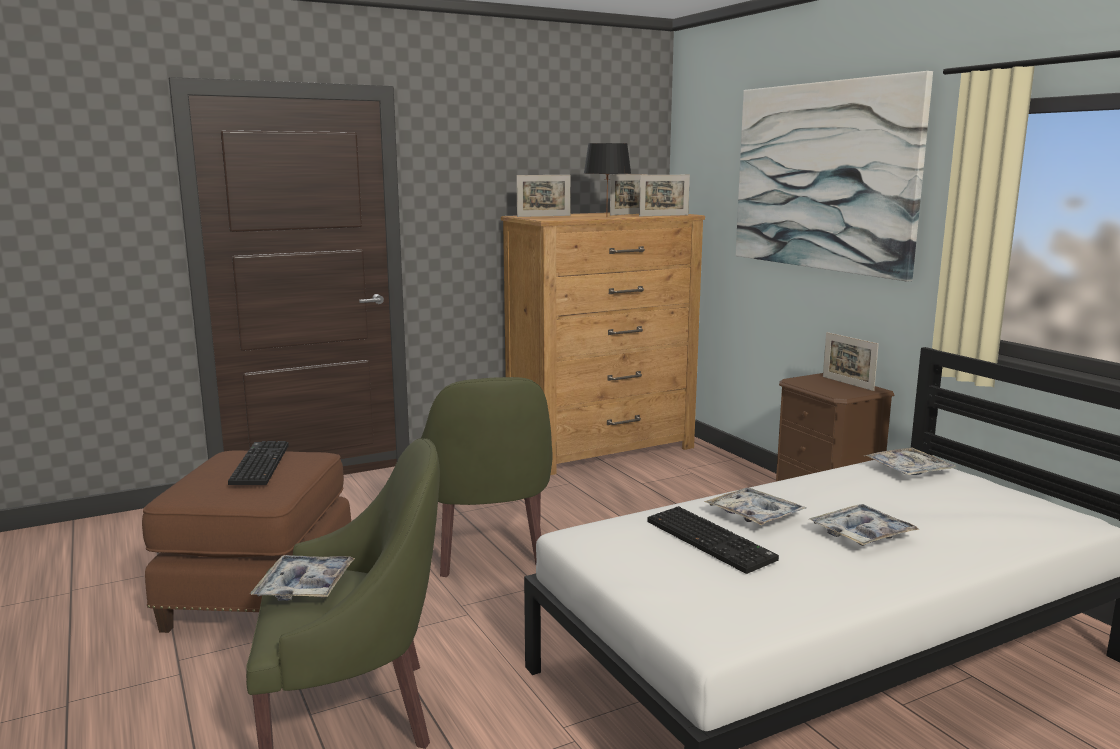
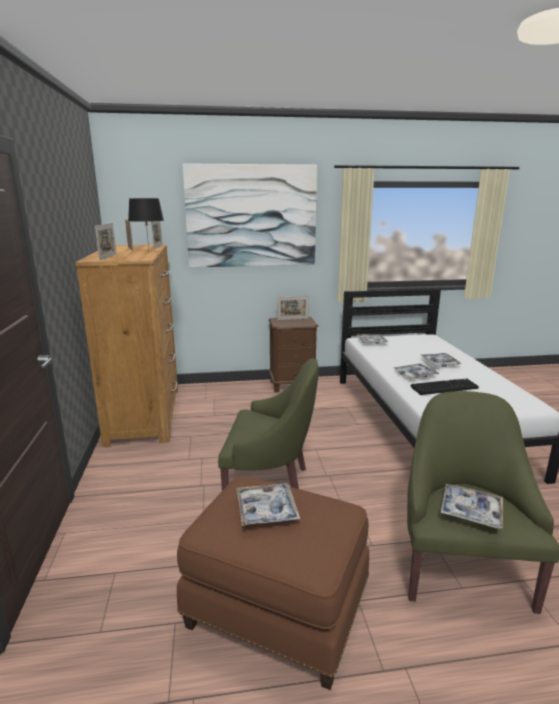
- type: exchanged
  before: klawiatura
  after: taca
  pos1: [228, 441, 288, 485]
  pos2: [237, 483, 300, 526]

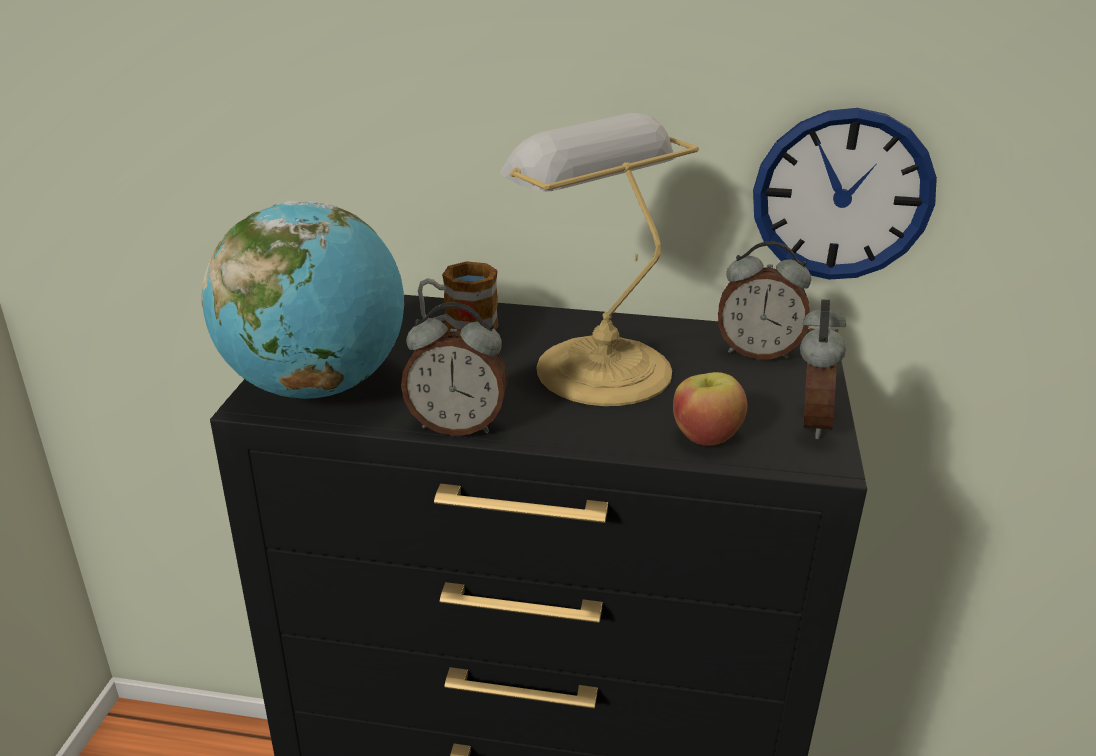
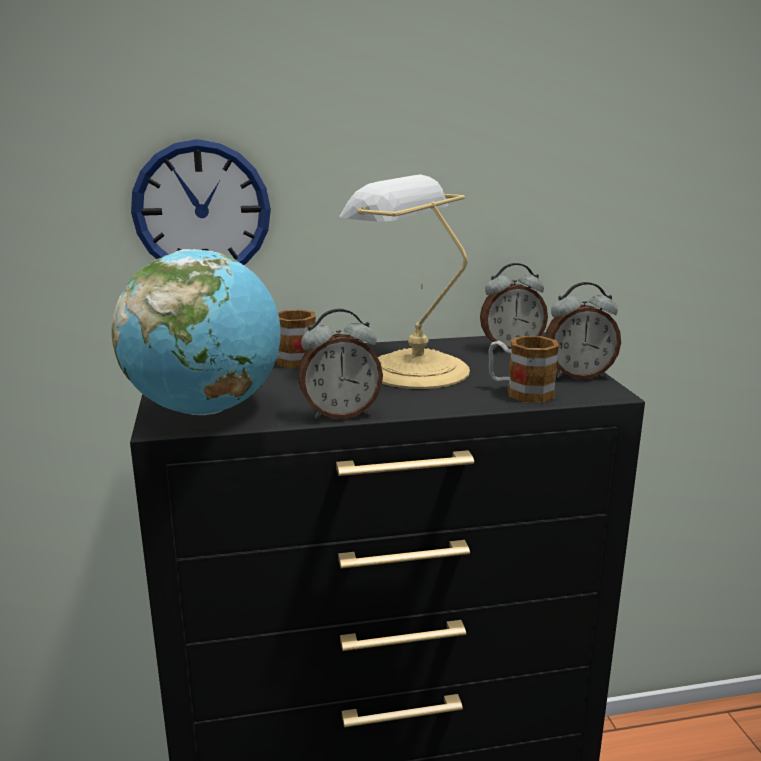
- type: relocated
  before: zegar ścienny
  pos1: [753, 108, 937, 280]
  pos2: [131, 139, 271, 265]
- type: exchanged
  before: jabłko
  after: kubek
  pos1: [673, 372, 747, 446]
  pos2: [488, 336, 559, 403]
- type: spun
  before: budzik
  pos1: [800, 300, 846, 439]
  pos2: [545, 282, 621, 379]
  turn: 90

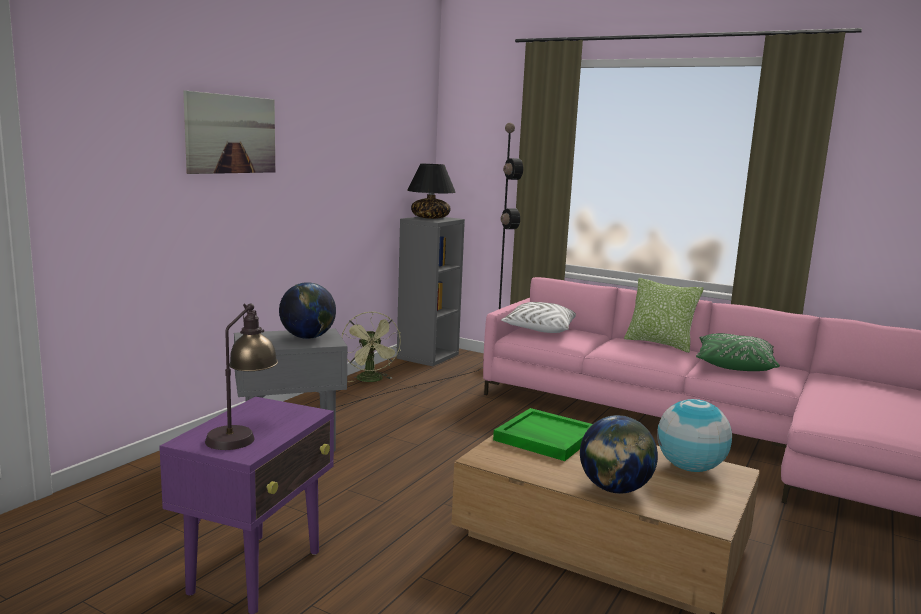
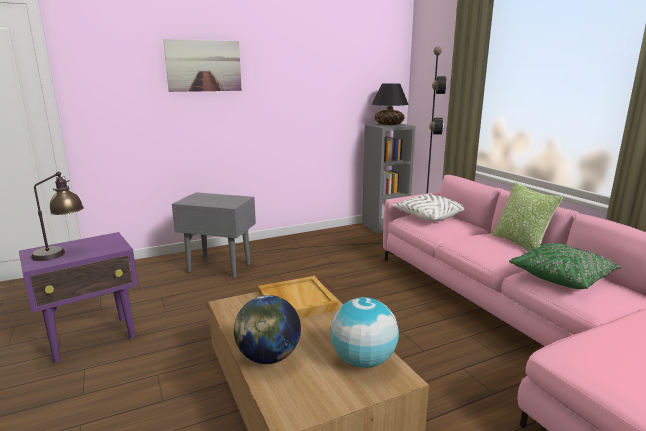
- type: missing
  before: globus
  pos1: [279, 282, 336, 339]
- type: missing
  before: wentylator (zielony)
  pos1: [342, 312, 401, 382]
- type: colour
  before: taca (zielony)
  after: taca (beżowy)
  pos1: [493, 408, 592, 461]
  pos2: [258, 276, 339, 318]

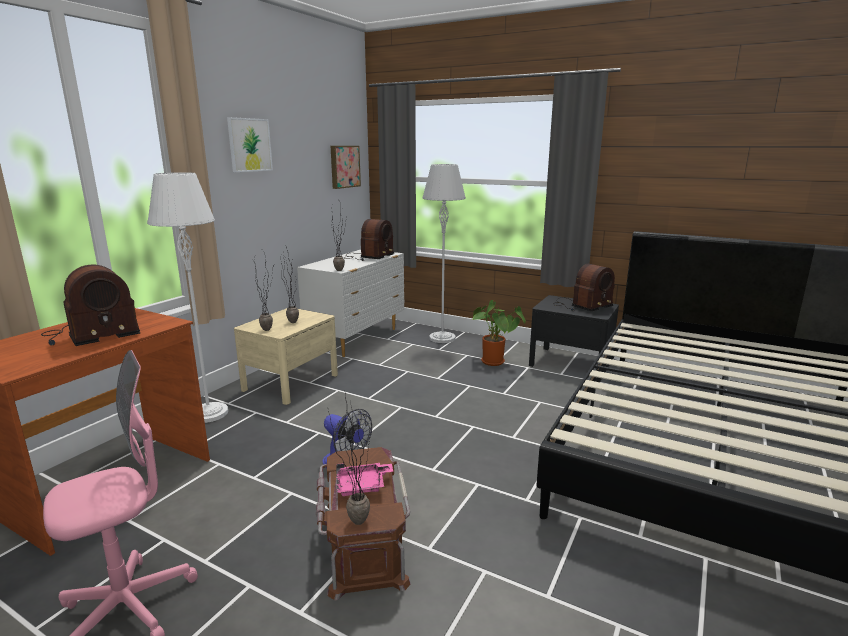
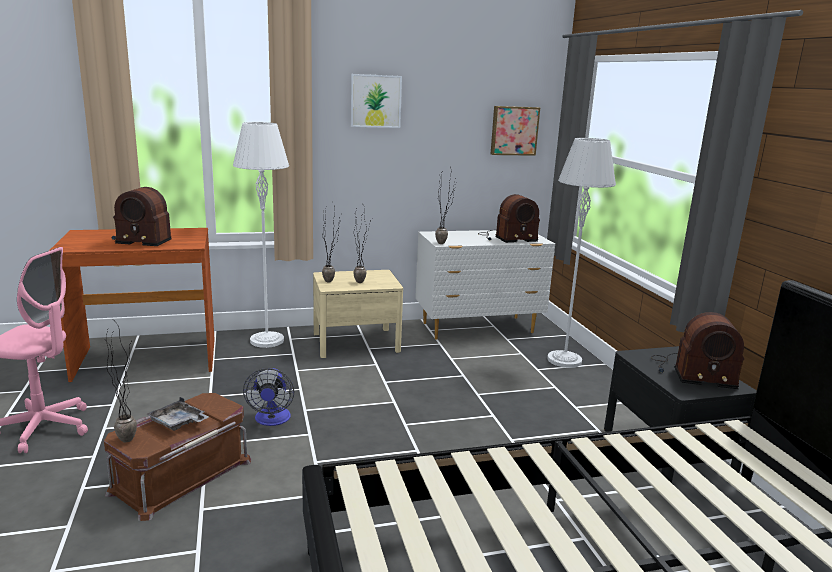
- type: missing
  before: roślina doniczkowa
  pos1: [472, 300, 526, 366]
- type: colour
  before: taca (różowy)
  after: taca (szary)
  pos1: [336, 463, 393, 496]
  pos2: [146, 397, 208, 431]

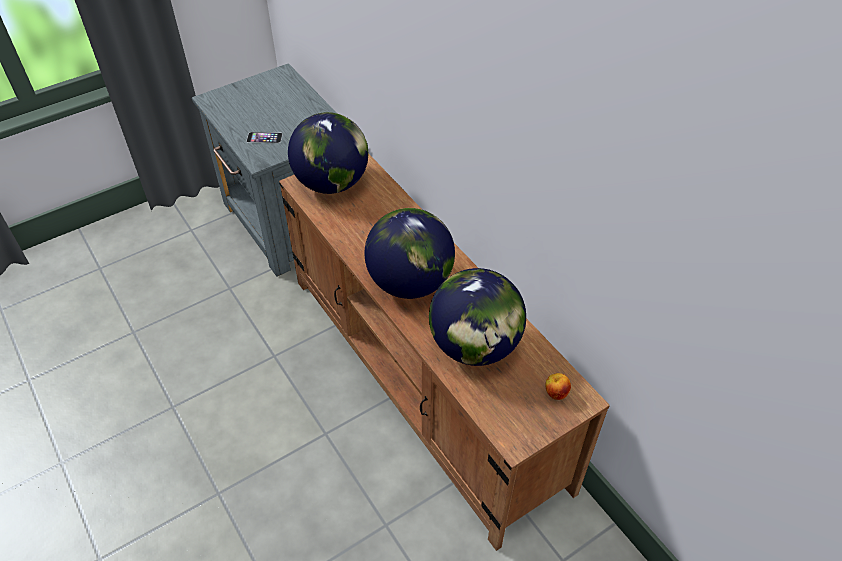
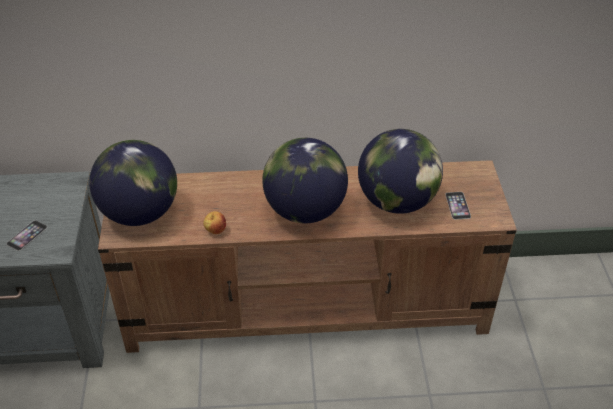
- type: appeared
  after: telefon
  pos2: [445, 192, 471, 220]
- type: relocated
  before: jabłko
  pos1: [546, 373, 571, 400]
  pos2: [203, 211, 226, 234]

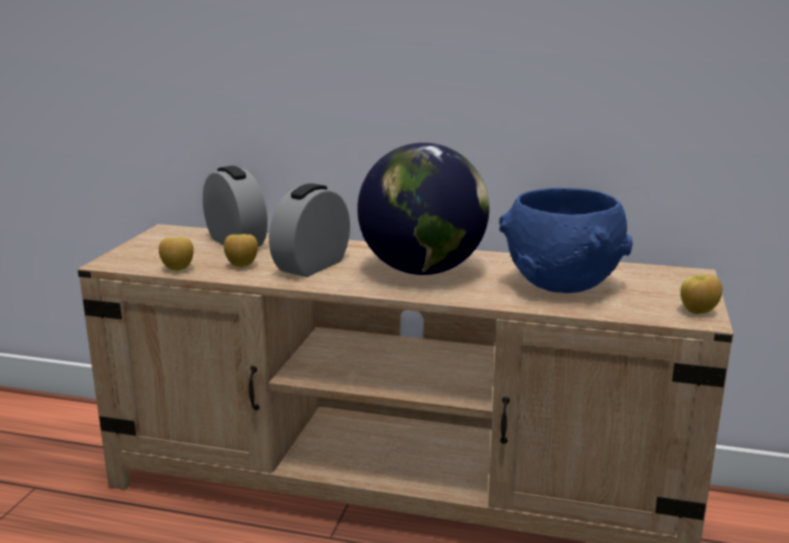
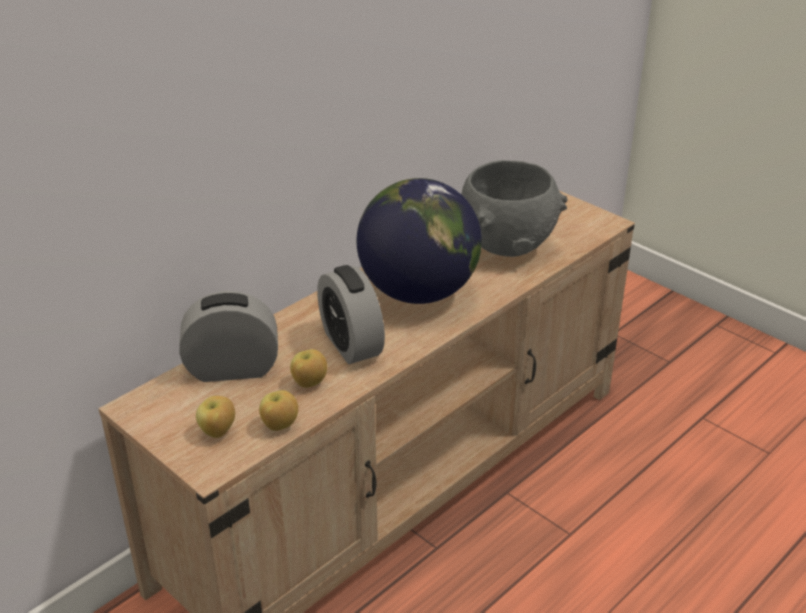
- type: relocated
  before: jabłko
  pos1: [680, 274, 722, 314]
  pos2: [196, 396, 235, 438]
- type: colour
  before: miska (niebieski)
  after: miska (szary)
  pos1: [499, 188, 633, 293]
  pos2: [461, 160, 568, 257]

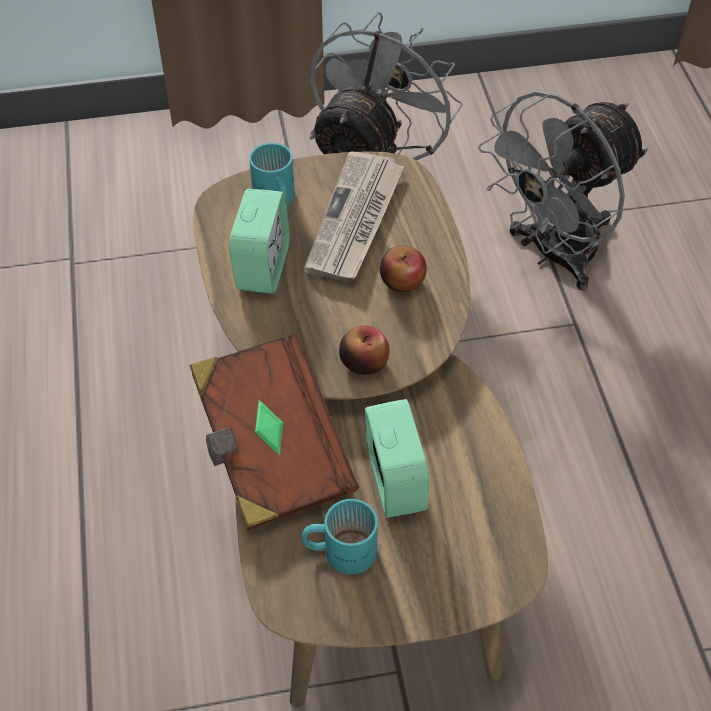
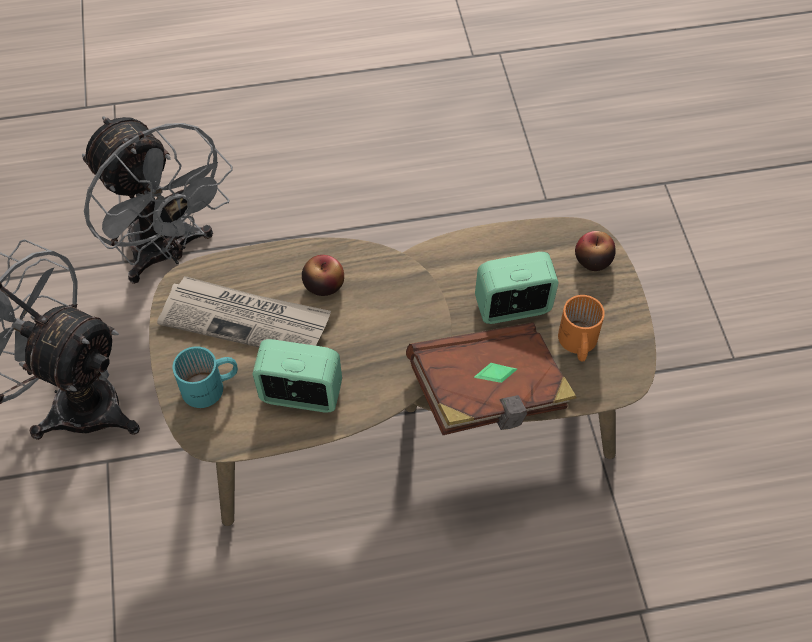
- type: relocated
  before: jabłko
  pos1: [339, 326, 389, 375]
  pos2: [575, 231, 616, 271]
- type: colour
  before: kubek (turkusowy)
  after: kubek (pomarańczowy)
  pos1: [302, 499, 378, 575]
  pos2: [558, 295, 605, 361]

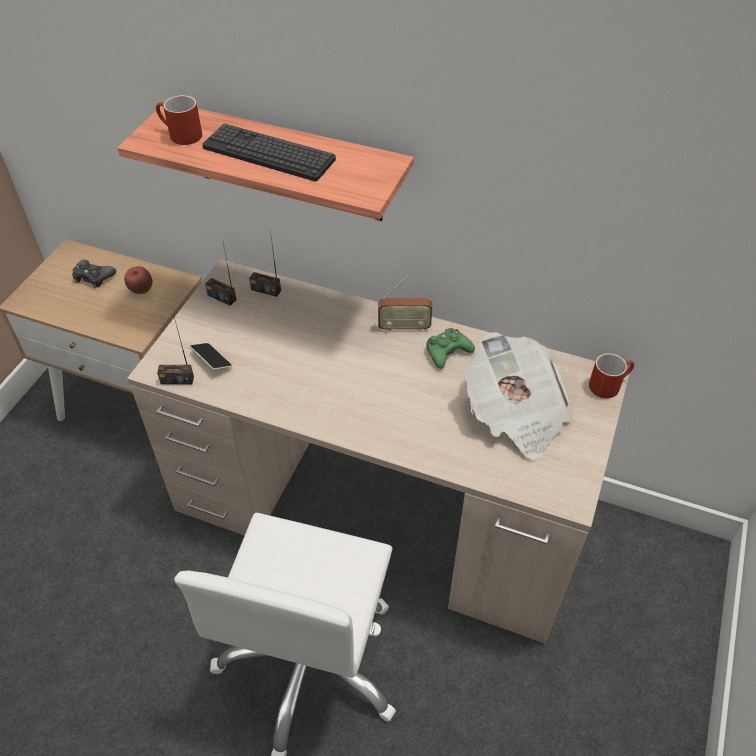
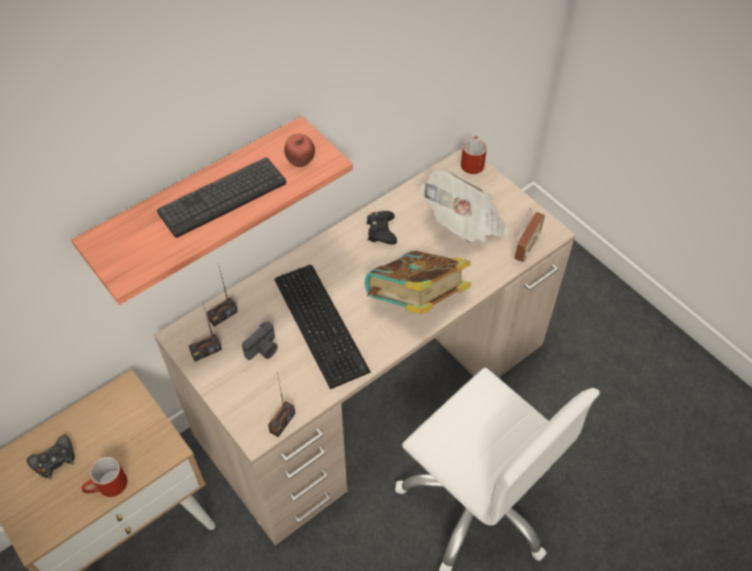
- type: missing
  before: telefon
  pos1: [190, 343, 232, 370]
- type: appeared
  after: aparat fotograficzny
  pos2: [242, 321, 278, 360]
- type: appeared
  after: klawiatura
  pos2: [274, 265, 371, 389]
- type: appeared
  after: książka
  pos2: [364, 250, 471, 315]
- type: relocated
  before: jabłko
  pos1: [124, 266, 153, 294]
  pos2: [284, 134, 315, 167]
- type: relocated
  before: kubek (czerwony)
  pos1: [156, 95, 202, 145]
  pos2: [81, 457, 127, 497]
- type: relocated
  before: radio
  pos1: [378, 276, 432, 332]
  pos2: [515, 208, 545, 262]
- type: colour
  before: pad do gier (zielony)
  after: pad do gier (czarny)
  pos1: [426, 328, 475, 369]
  pos2: [366, 211, 397, 244]

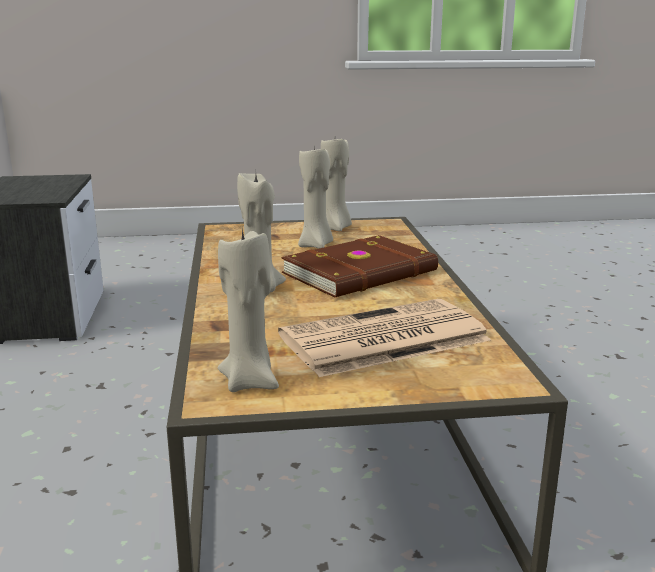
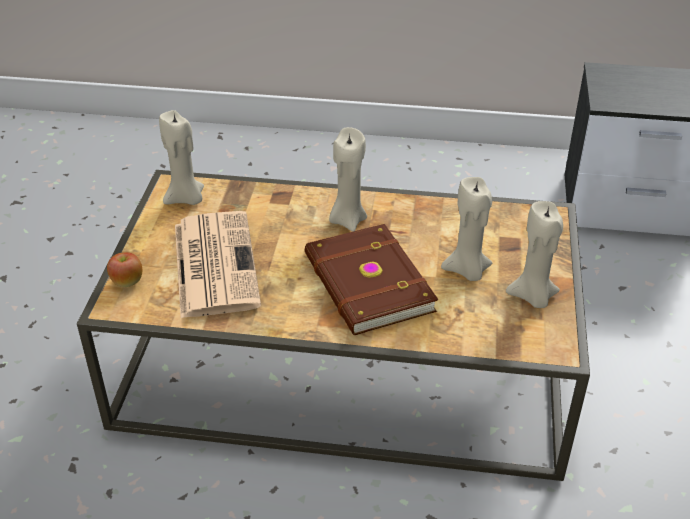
- type: appeared
  after: jabłko
  pos2: [107, 252, 142, 287]

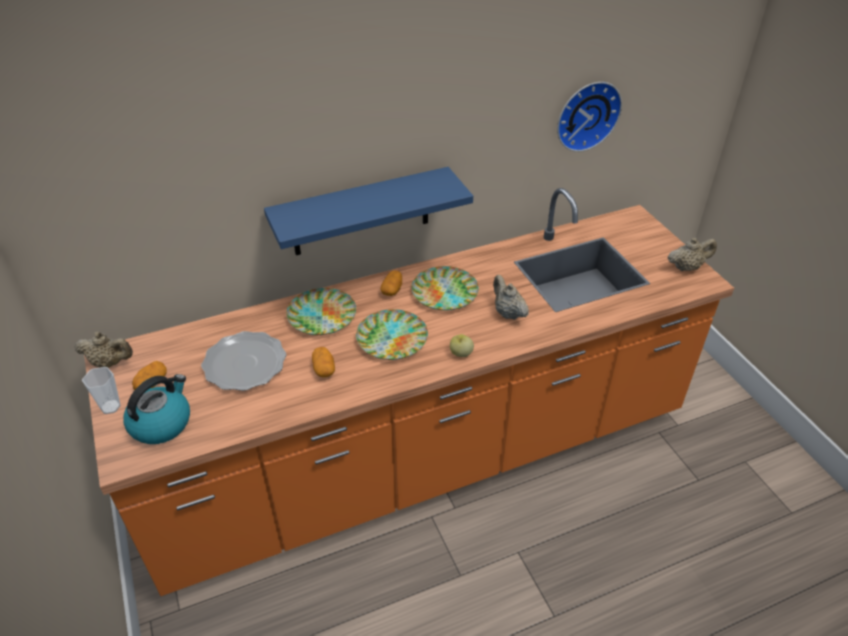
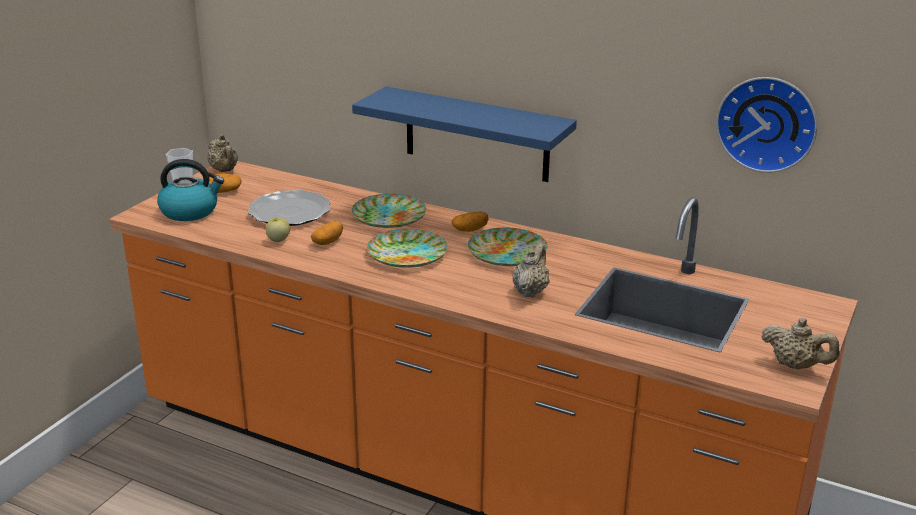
- type: relocated
  before: jabłko
  pos1: [450, 334, 474, 357]
  pos2: [266, 217, 290, 242]

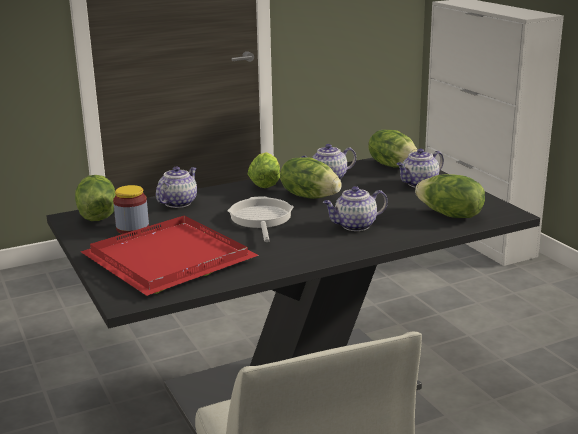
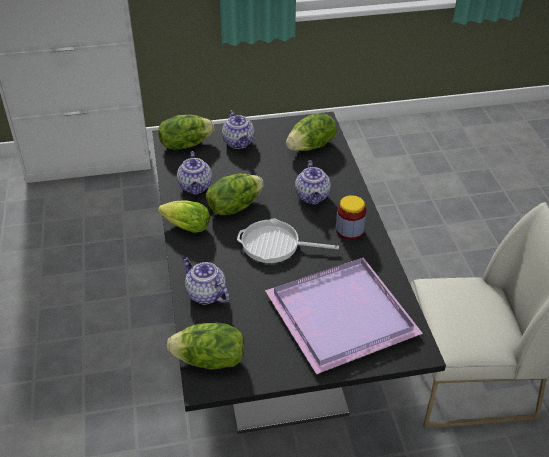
- type: relocated
  before: słoik
  pos1: [113, 185, 149, 235]
  pos2: [336, 195, 366, 240]
- type: colour
  before: taca (czerwony)
  after: taca (fioletowy)
  pos1: [81, 215, 259, 296]
  pos2: [265, 257, 423, 374]

